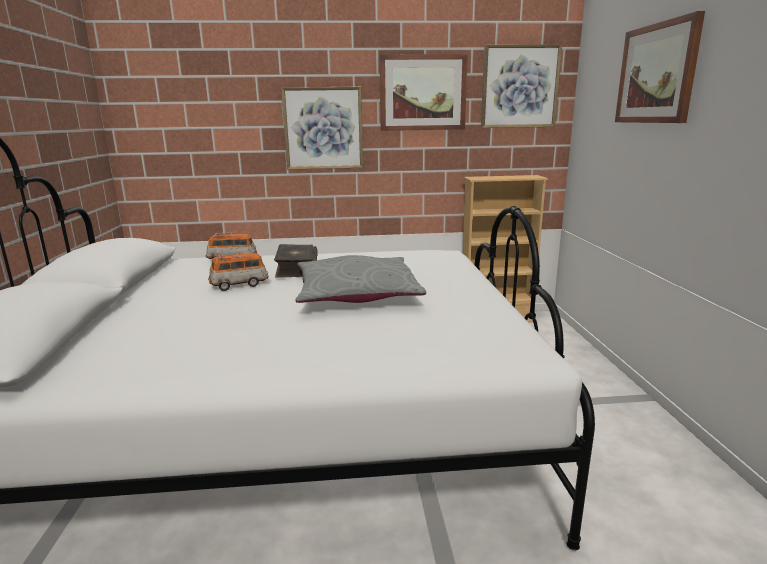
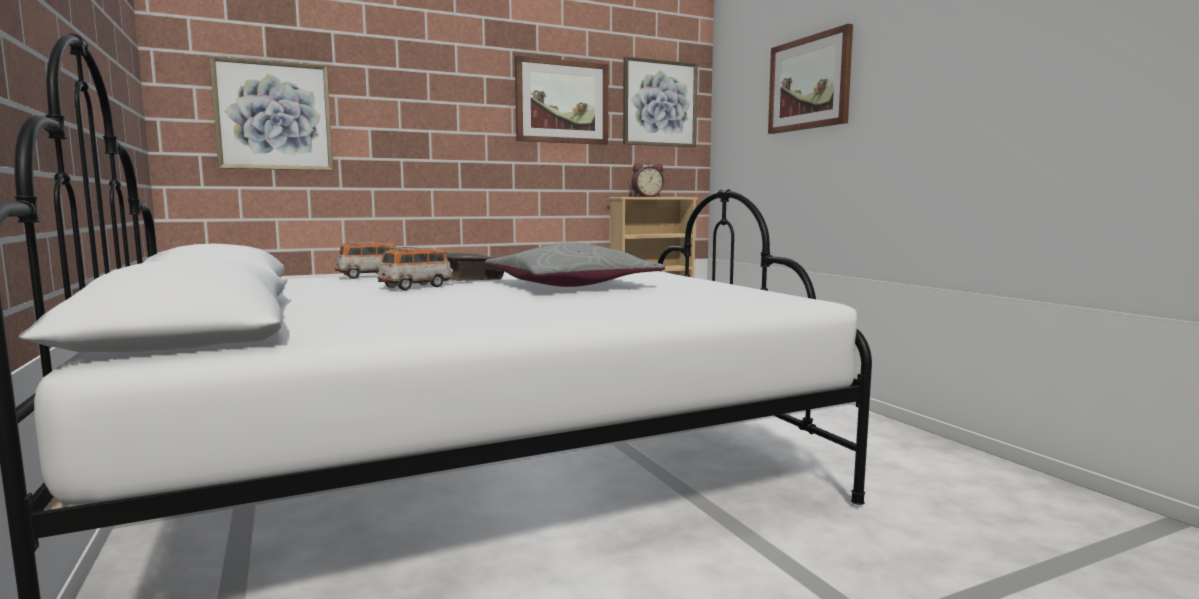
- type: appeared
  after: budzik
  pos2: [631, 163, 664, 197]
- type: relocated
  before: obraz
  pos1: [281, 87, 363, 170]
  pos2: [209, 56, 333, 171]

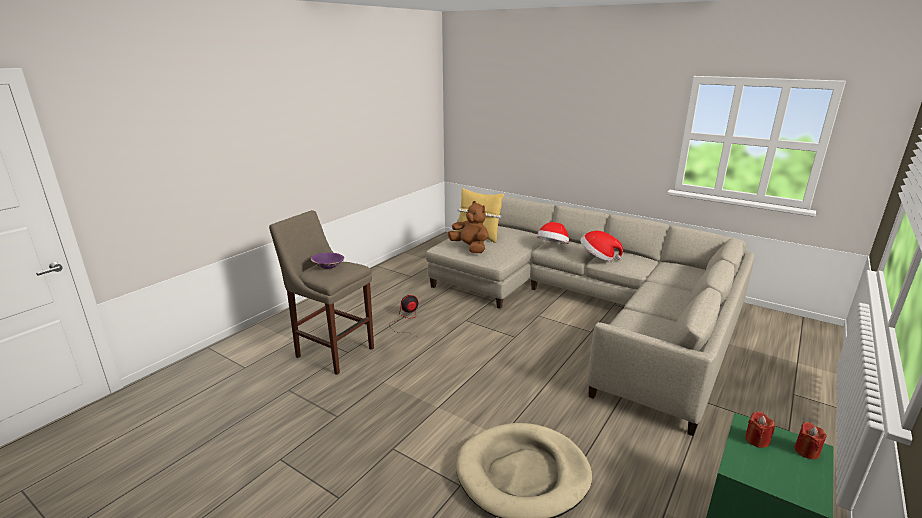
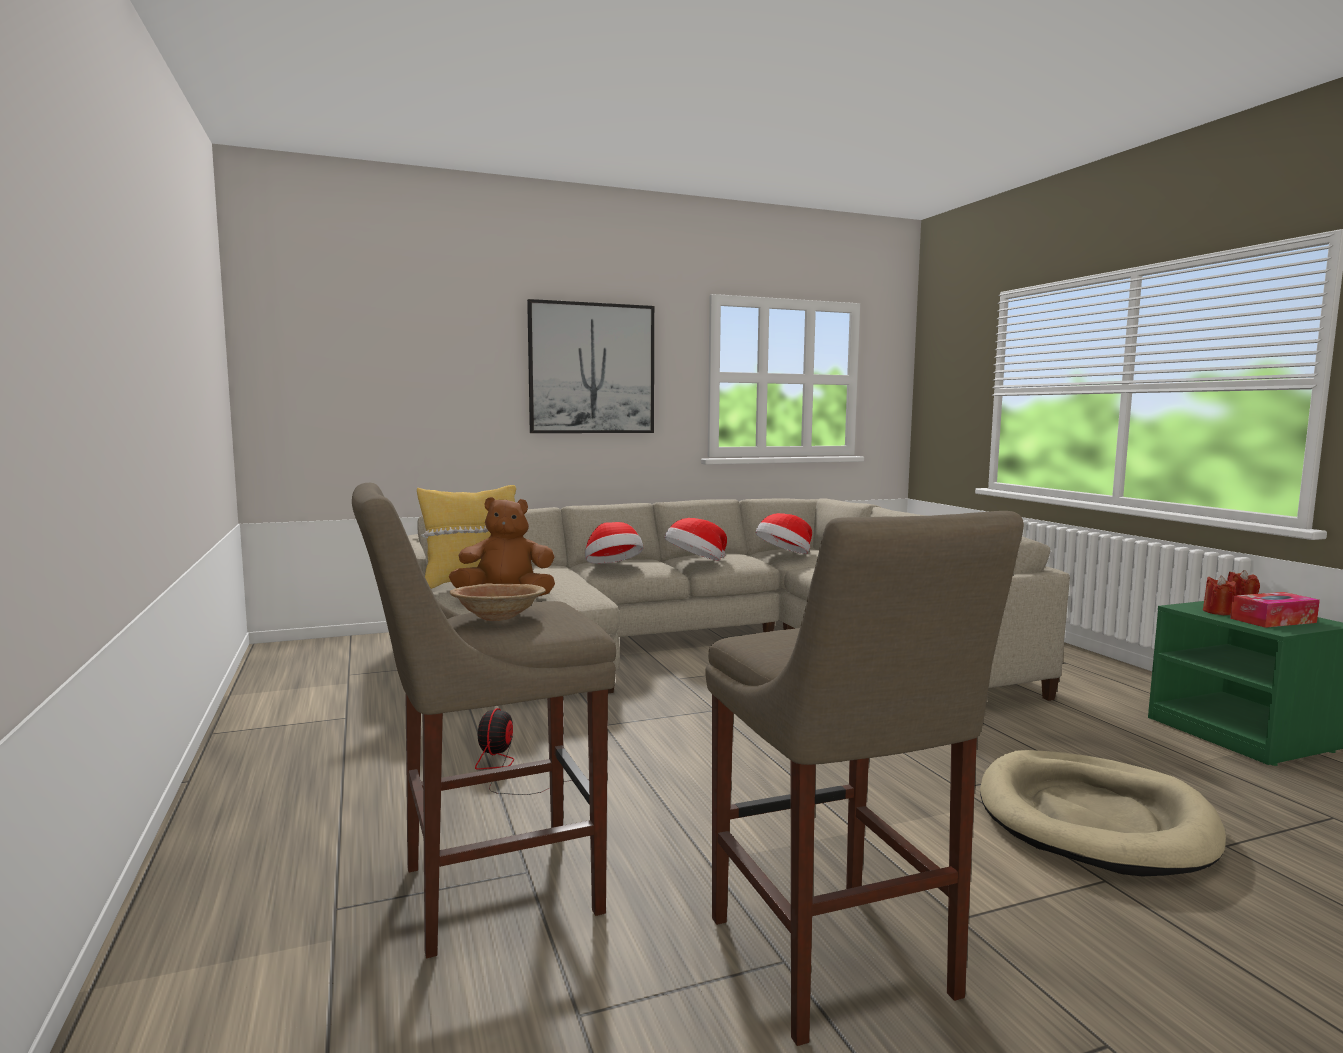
- type: appeared
  after: obraz
  pos2: [527, 299, 654, 433]
- type: appeared
  after: stołek (beżowy)
  pos2: [706, 511, 1024, 1046]
- type: appeared
  after: kapelusz
  pos2: [755, 513, 812, 554]
- type: appeared
  after: pudełko chusteczek
  pos2: [1230, 592, 1320, 628]
- type: colour
  before: miska (fioletowy)
  after: miska (brązowy)
  pos1: [311, 253, 344, 269]
  pos2: [450, 583, 546, 621]

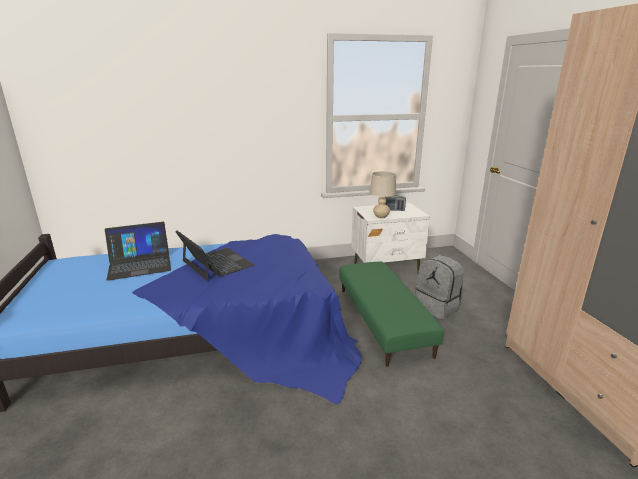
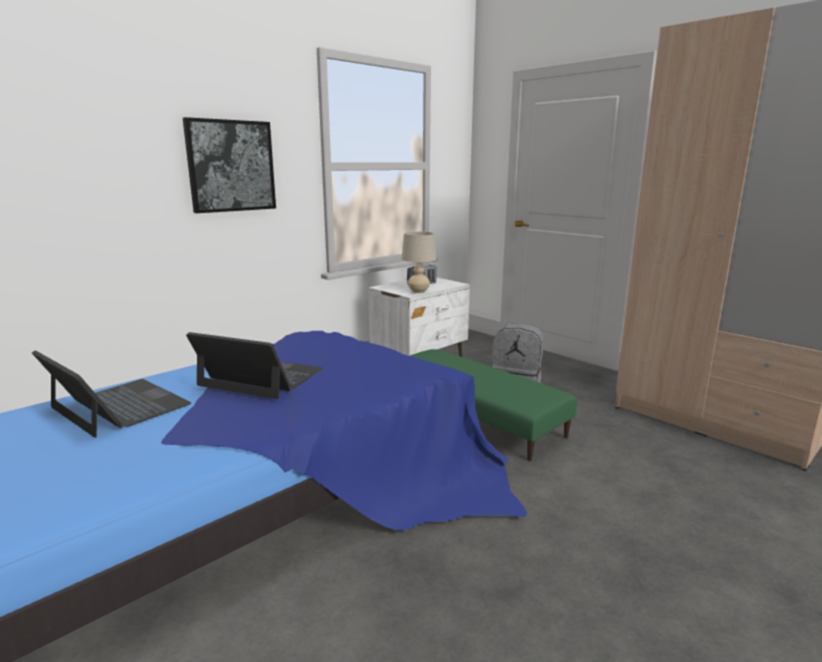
- type: appeared
  after: obraz
  pos2: [183, 117, 276, 213]
- type: spun
  before: laptop
  pos1: [105, 222, 171, 281]
  pos2: [32, 350, 191, 438]
  turn: -90

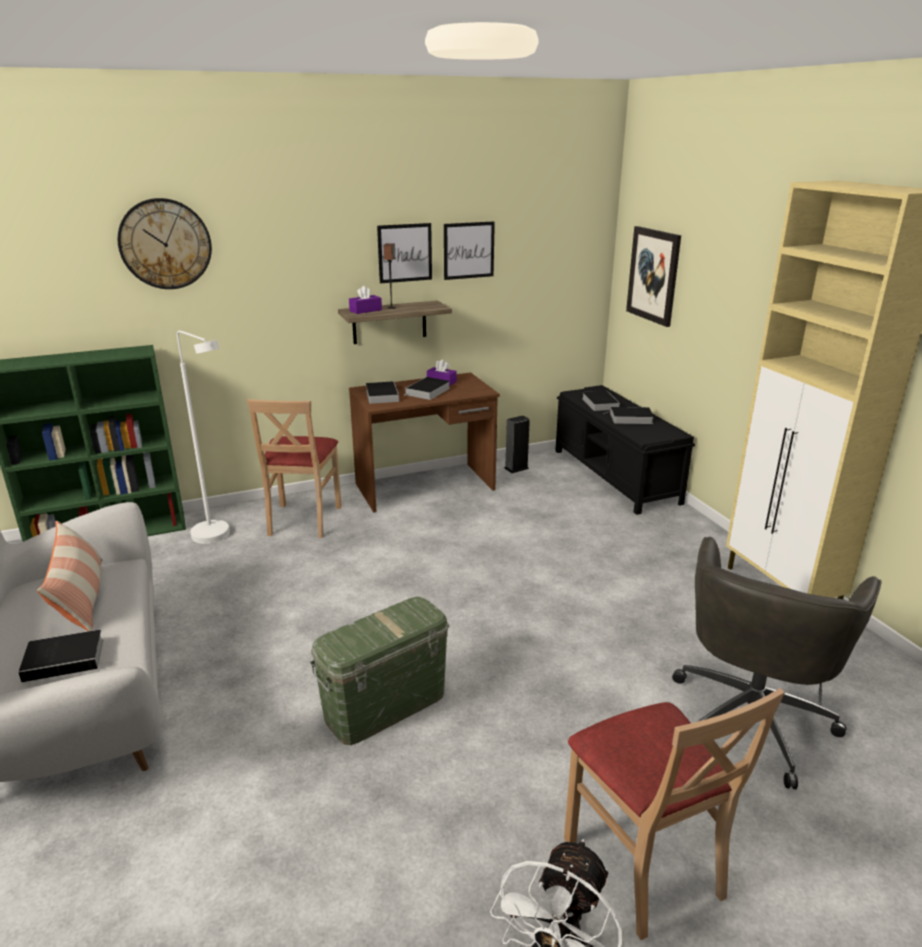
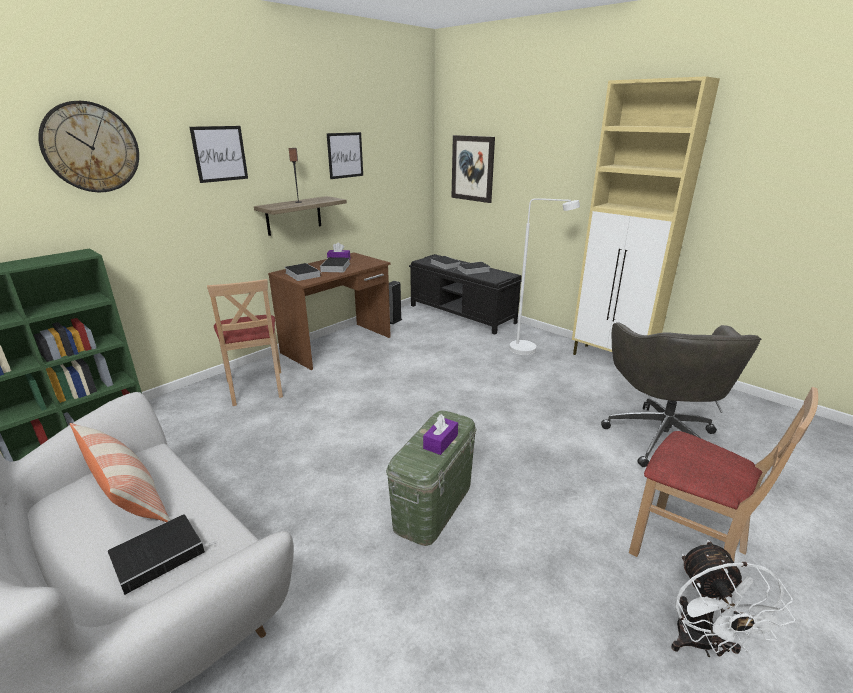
- type: relocated
  before: lampa stojąca (biały)
  pos1: [177, 331, 230, 544]
  pos2: [509, 198, 580, 355]
- type: relocated
  before: pudełko chusteczek (fioletowy)
  pos1: [349, 285, 382, 314]
  pos2: [423, 414, 458, 455]
- type: relocated
  before: obraz
  pos1: [377, 223, 432, 283]
  pos2: [189, 126, 248, 183]

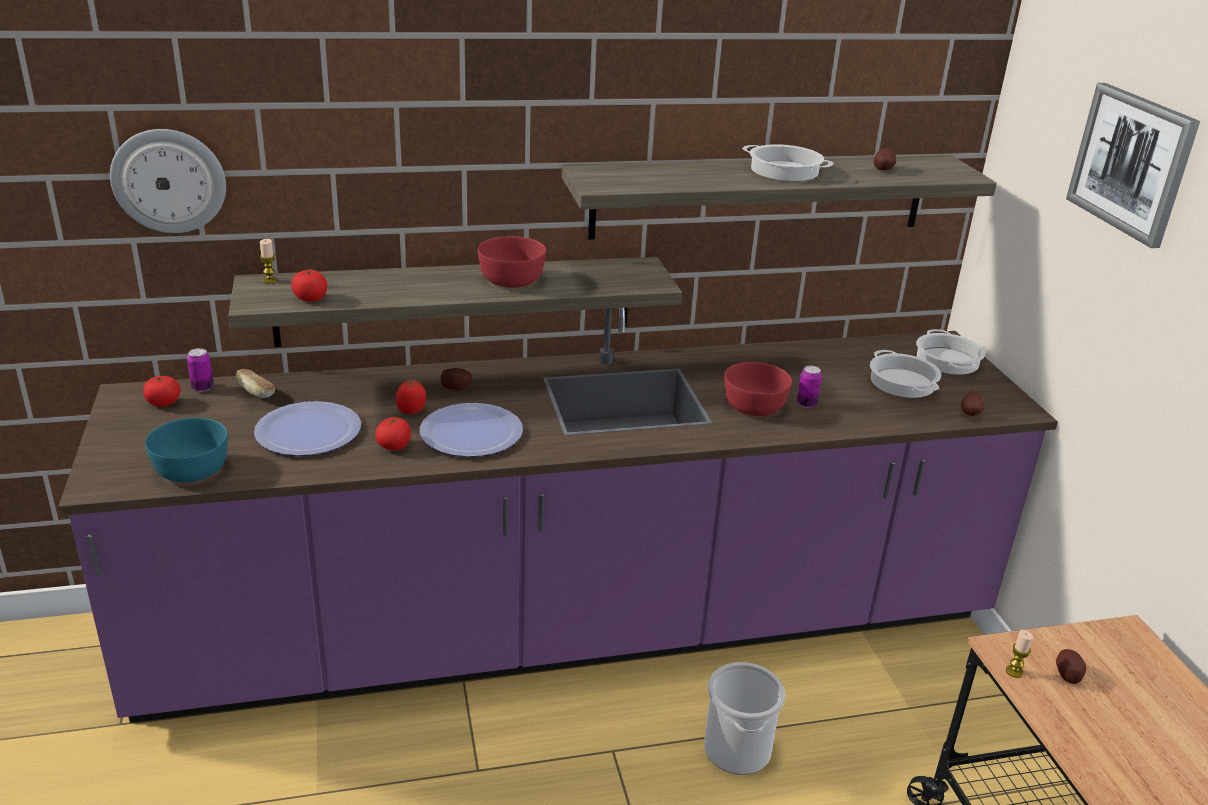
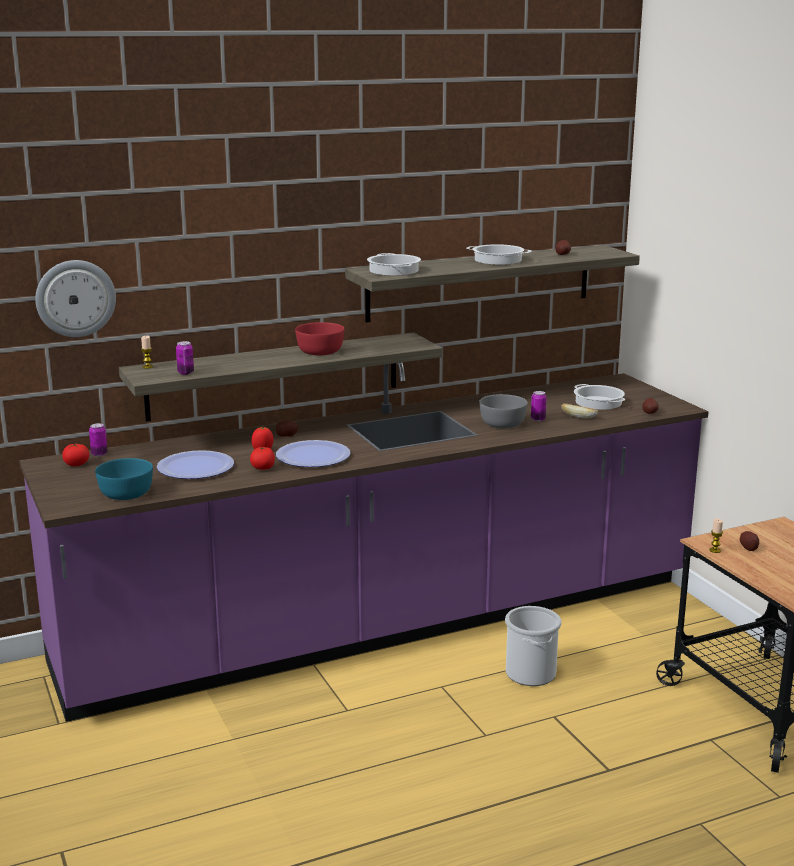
- type: missing
  before: obraz
  pos1: [1066, 83, 1200, 248]
- type: relocated
  before: chleb
  pos1: [236, 369, 275, 398]
  pos2: [561, 403, 598, 418]
- type: relocated
  before: garnek
  pos1: [916, 329, 985, 374]
  pos2: [367, 253, 421, 276]
- type: exchanged
  before: pomidor
  after: puszka
  pos1: [291, 270, 327, 302]
  pos2: [176, 341, 194, 375]
- type: colour
  before: miska (czerwony)
  after: miska (szary)
  pos1: [724, 362, 792, 416]
  pos2: [479, 394, 528, 428]

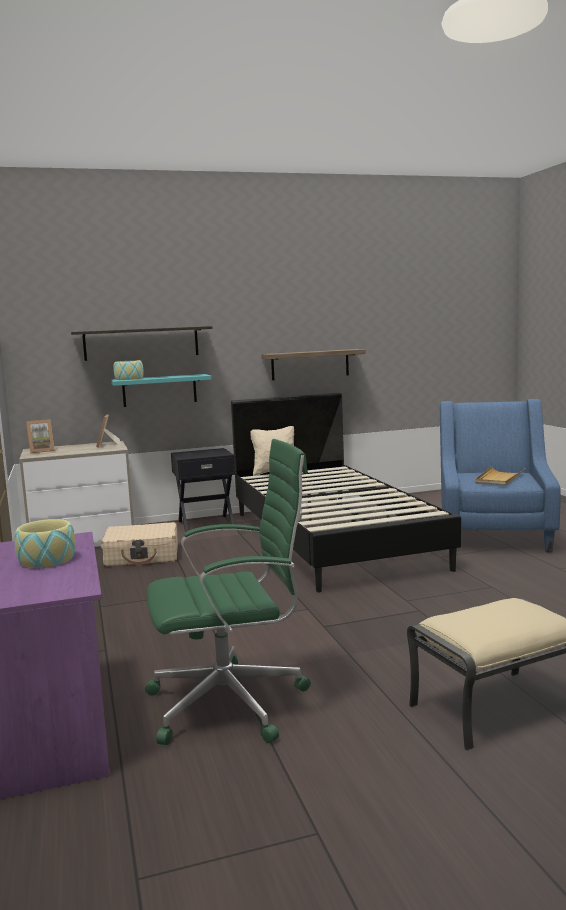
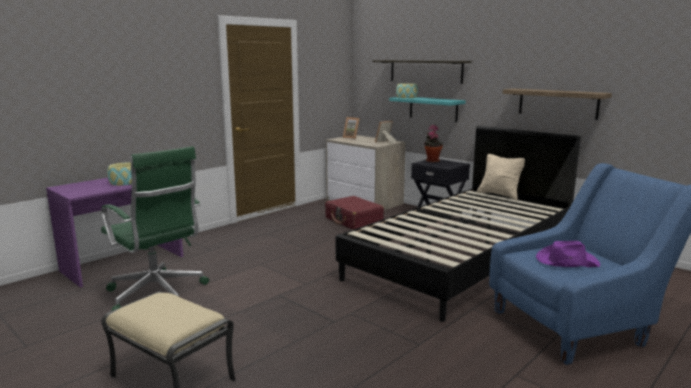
- type: appeared
  after: roślina doniczkowa
  pos2: [424, 125, 443, 163]
- type: exchanged
  before: taca (beżowy)
  after: kapelusz (fioletowy)
  pos1: [475, 467, 525, 486]
  pos2: [536, 241, 600, 267]
- type: colour
  before: walizka (beżowy)
  after: walizka (czerwony)
  pos1: [101, 522, 178, 566]
  pos2: [325, 196, 384, 230]

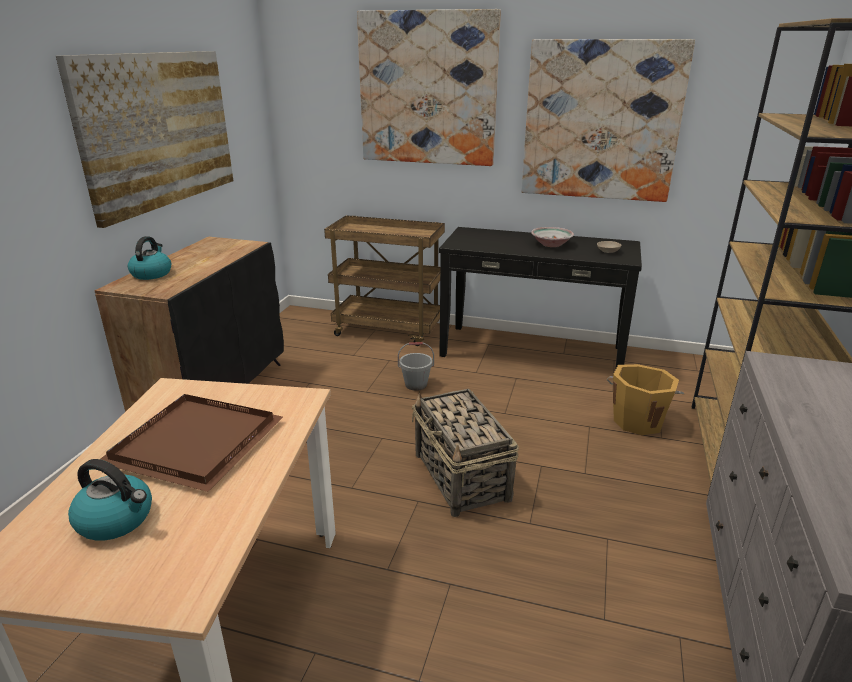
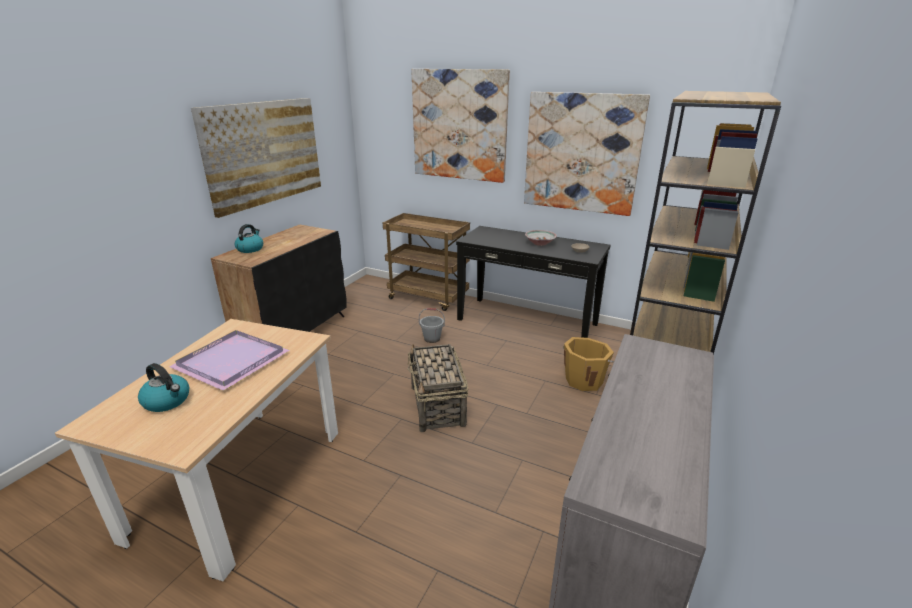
- type: colour
  before: taca (brązowy)
  after: taca (fioletowy)
  pos1: [100, 394, 283, 492]
  pos2: [169, 330, 290, 391]

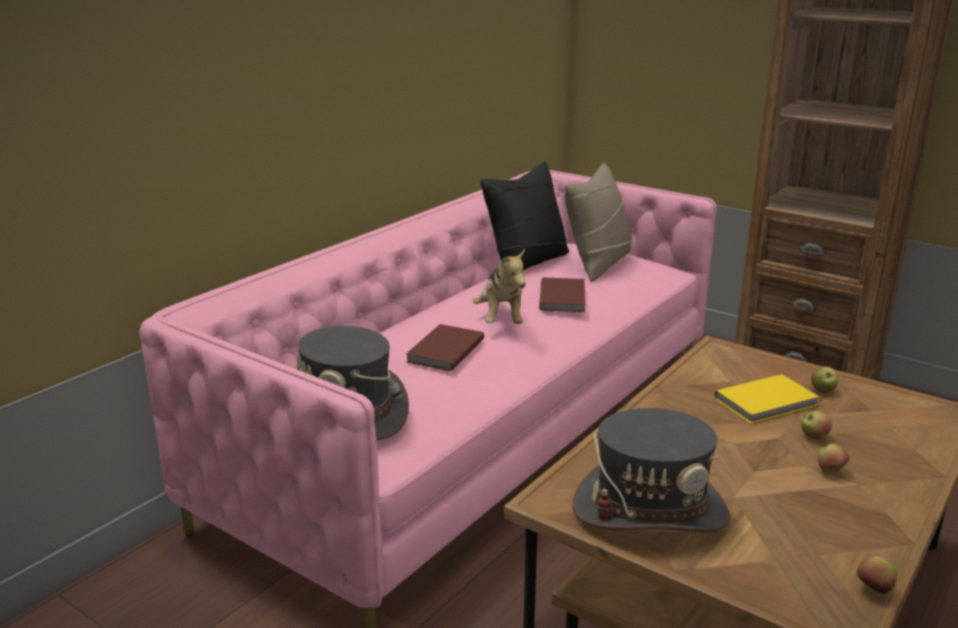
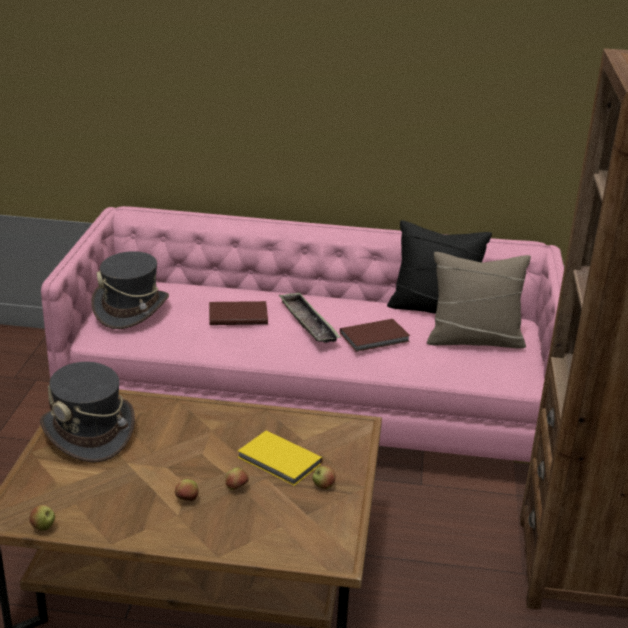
- type: exchanged
  before: pluszak
  after: taca
  pos1: [473, 249, 526, 324]
  pos2: [279, 292, 341, 343]

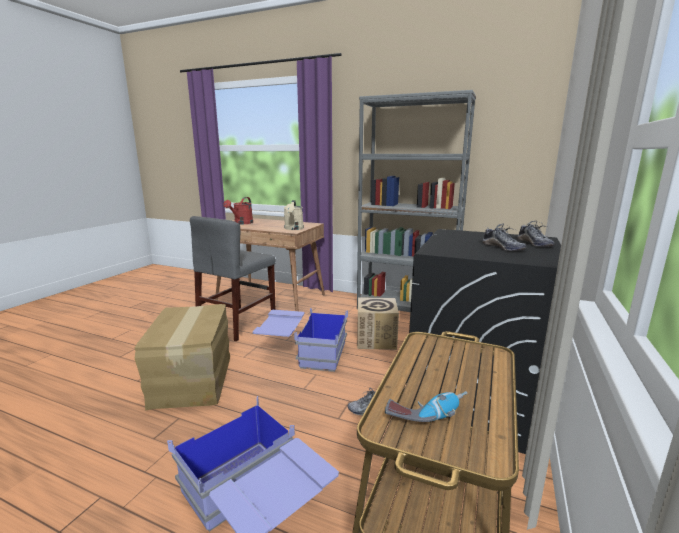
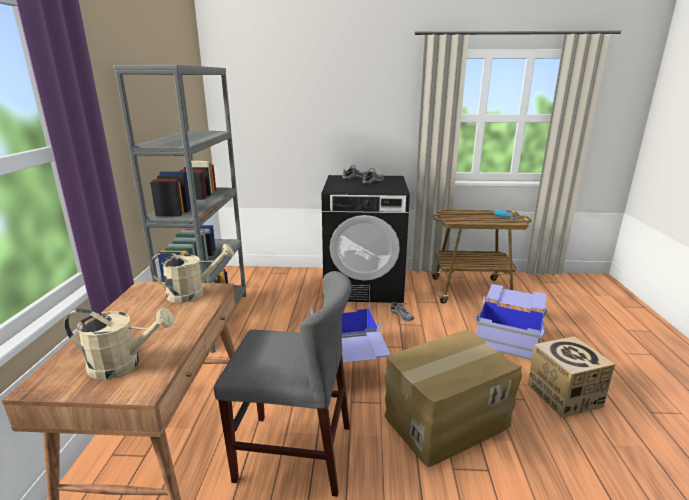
- type: relocated
  before: karton
  pos1: [357, 297, 399, 350]
  pos2: [528, 336, 615, 418]
- type: colour
  before: konewka (czerwony)
  after: konewka (beżowy)
  pos1: [224, 197, 253, 224]
  pos2: [64, 308, 174, 379]

